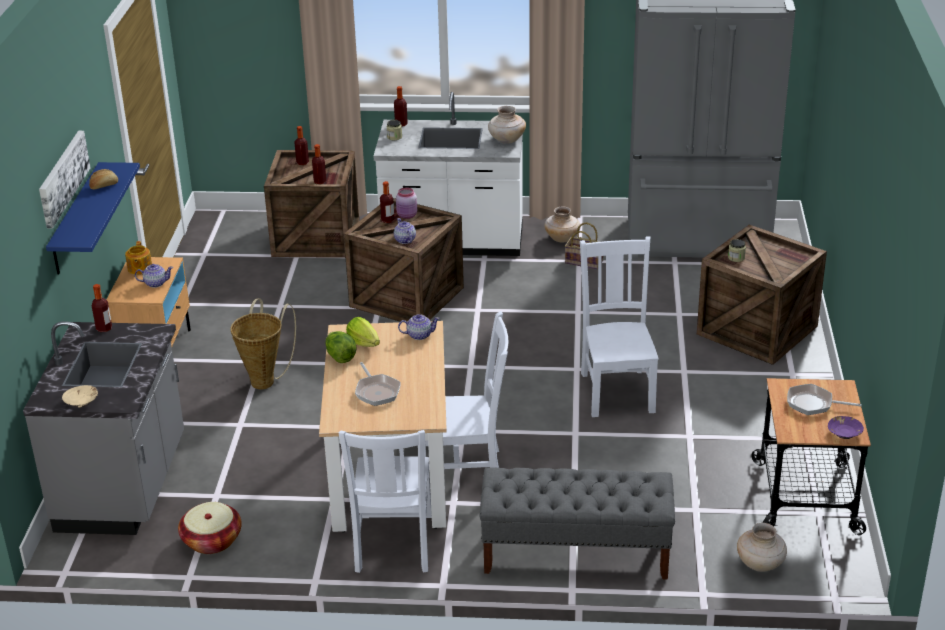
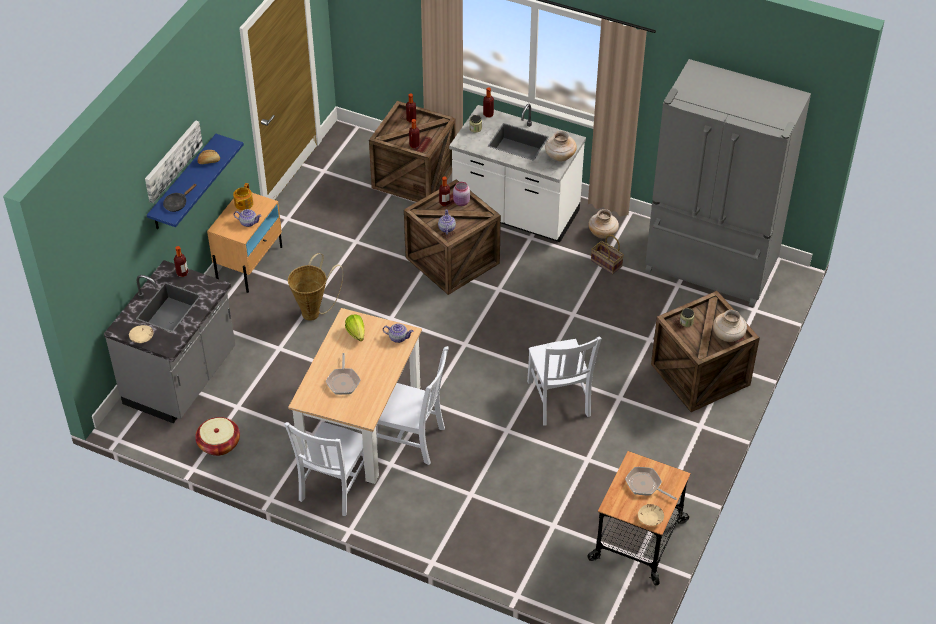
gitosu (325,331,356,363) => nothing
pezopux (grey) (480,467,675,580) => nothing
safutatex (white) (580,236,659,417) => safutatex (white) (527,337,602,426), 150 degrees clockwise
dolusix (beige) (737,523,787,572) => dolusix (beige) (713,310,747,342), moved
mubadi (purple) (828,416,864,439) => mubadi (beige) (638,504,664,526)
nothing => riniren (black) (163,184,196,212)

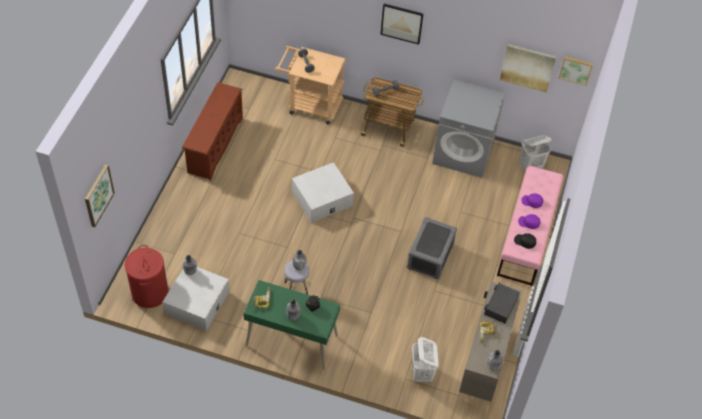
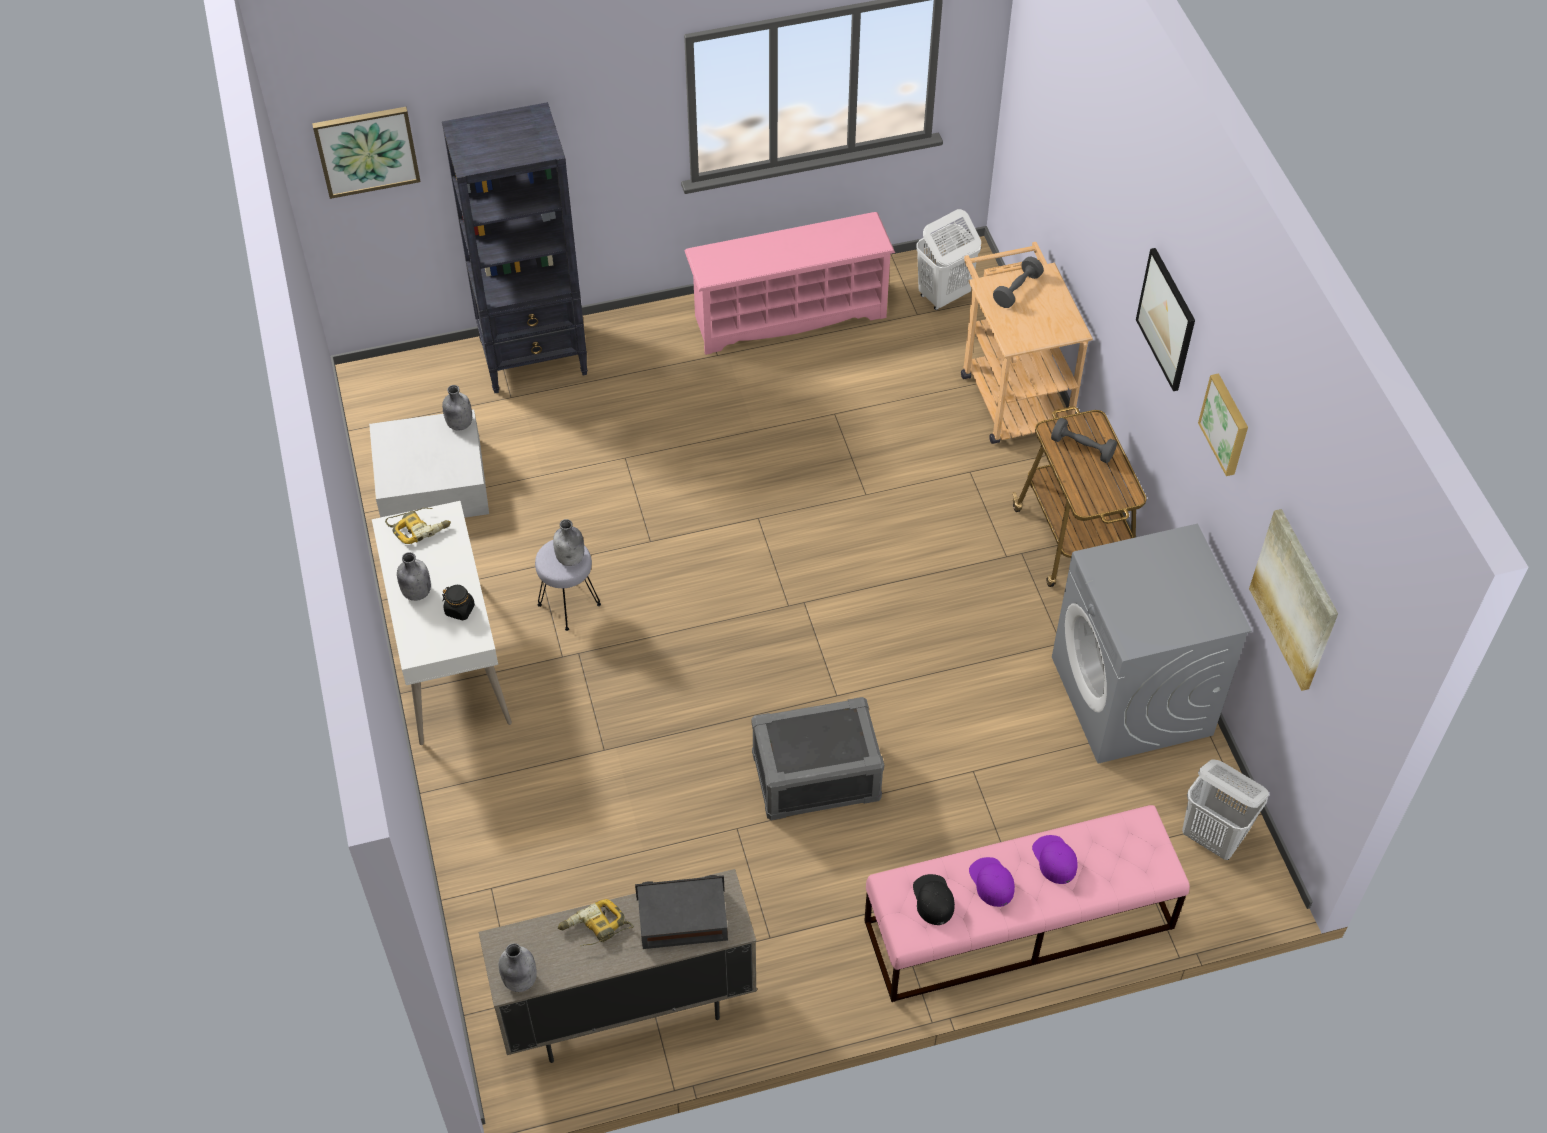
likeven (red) (125,245,168,308) => nothing
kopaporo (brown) (182,82,243,181) => kopaporo (pink) (685,212,895,355)
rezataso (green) (244,280,340,370) => rezataso (white) (372,501,512,745)
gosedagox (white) (292,162,354,223) => nothing
likeven (white) (412,337,439,383) => likeven (white) (916,209,981,310), moved
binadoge (558,56,593,86) => binadoge (1198,373,1248,476), moved
nothing => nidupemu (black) (442,102,588,393)

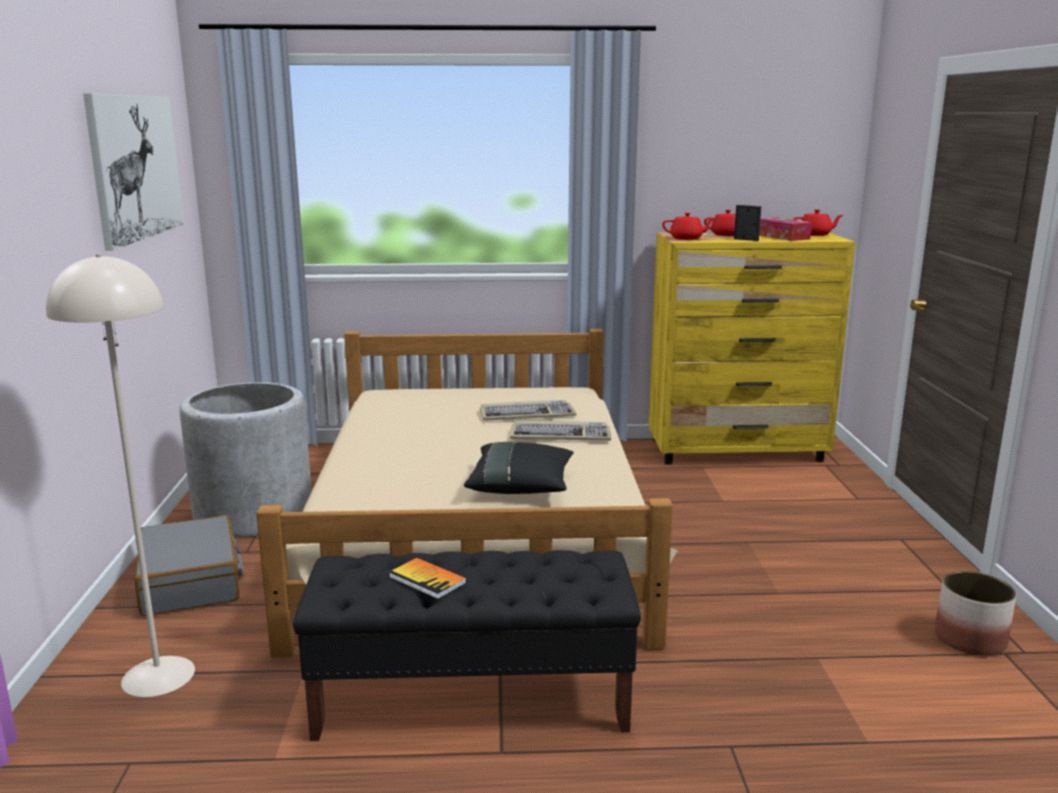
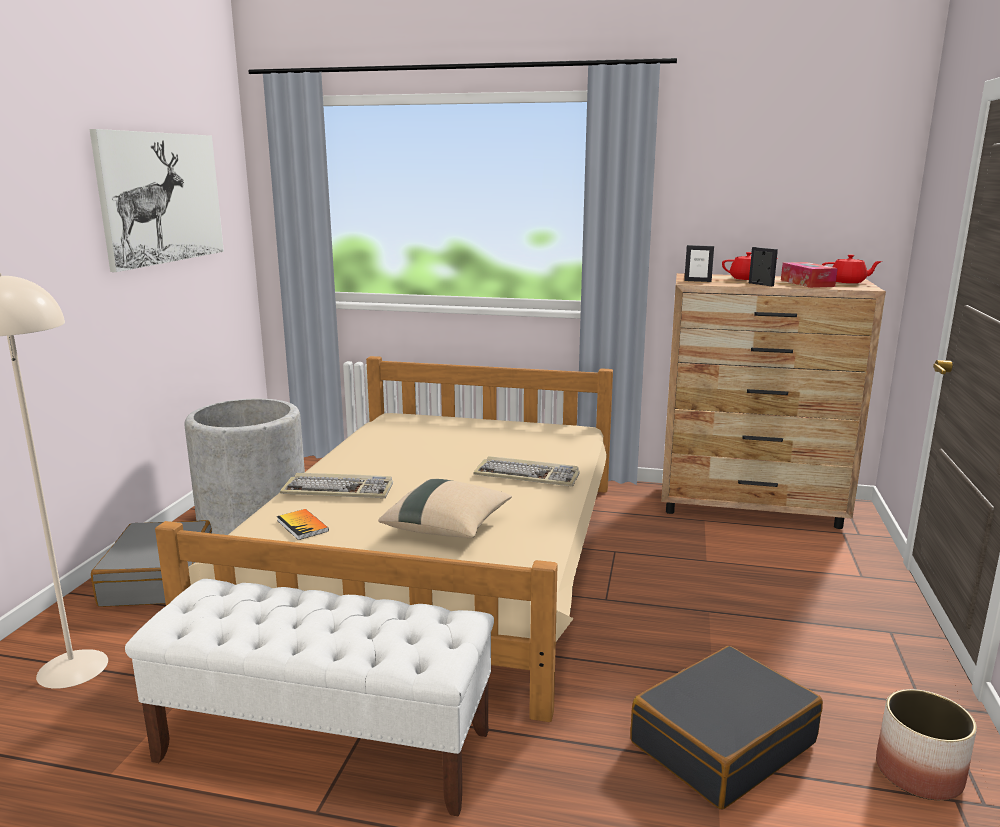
pezopux (black) (293,550,641,741) => pezopux (white) (125,579,494,817)
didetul (389,558,467,599) => didetul (277,509,329,540), moved
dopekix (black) (464,442,573,494) => dopekix (beige) (378,479,512,538)
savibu (480,400,576,420) => savibu (280,473,393,498), moved
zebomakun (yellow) (649,232,855,465) => zebomakun (brown) (661,273,886,529)
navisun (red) (662,213,716,240) => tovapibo (684,245,714,282)
nothing => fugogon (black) (630,646,823,809)

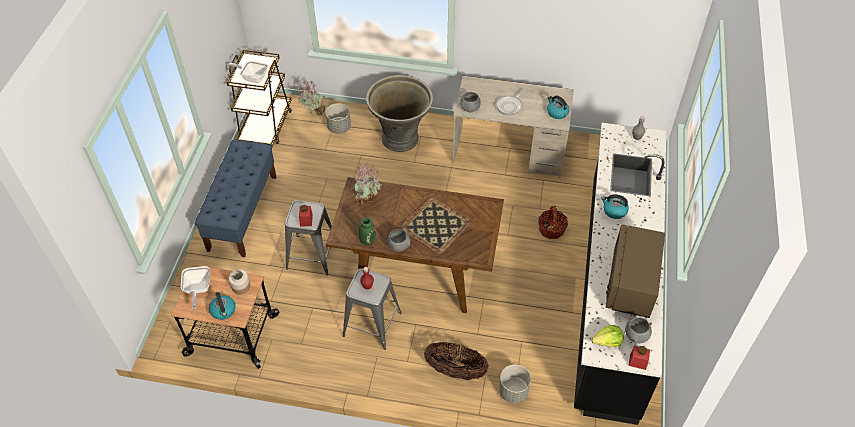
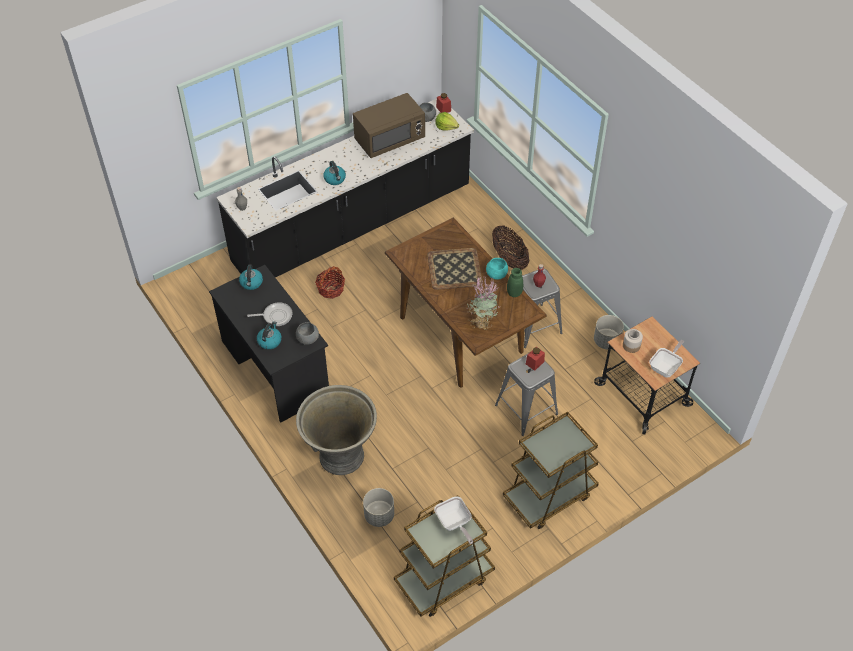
pezopux (blue) (194,140,276,257) => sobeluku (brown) (503,411,599,529)
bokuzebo (209,292,236,320) => bokuzebo (257,321,282,349), moved
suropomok (297,80,326,118) => nothing
mubadi (grey) (387,229,410,252) => mubadi (turquoise) (486,258,508,280)
rezataso (beige) (453,76,574,178) => rezataso (black) (209,265,329,423)
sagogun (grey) (499,365,531,403) => sagogun (grey) (594,315,624,350), moved

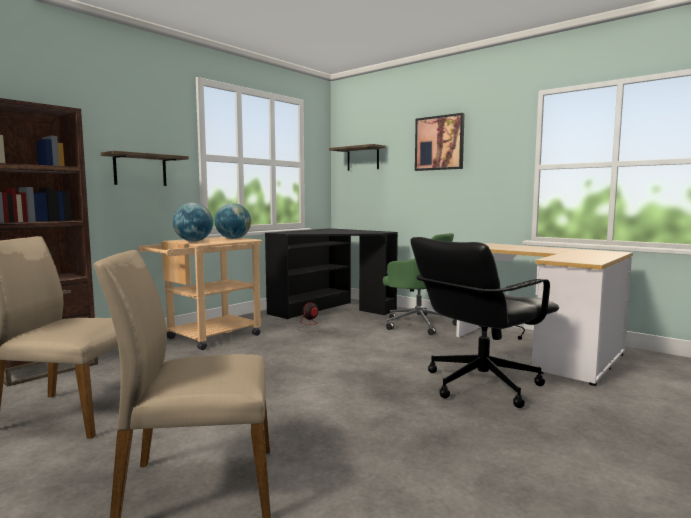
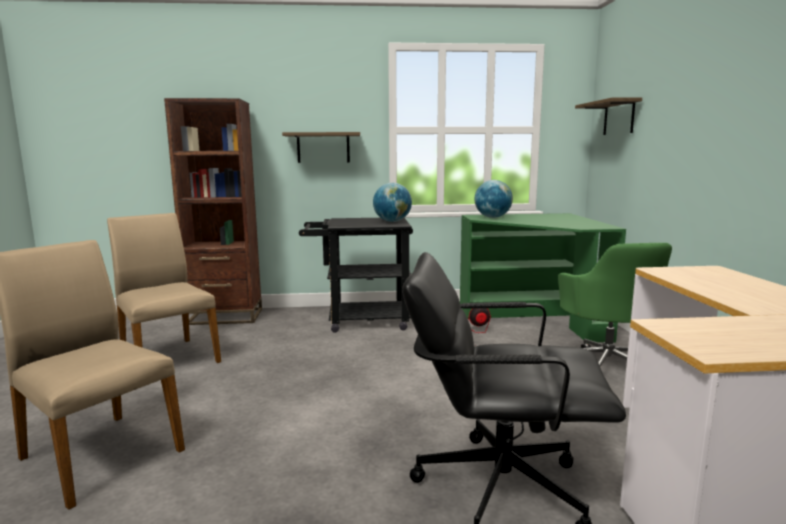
sobeluku (beige) (138,237,262,350) => sobeluku (black) (299,218,413,333)
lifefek (173,203,213,242) => lifefek (474,180,513,218), moved
rezataso (black) (265,228,398,319) => rezataso (green) (460,213,626,343)
binadoge (415,113,465,171) => nothing

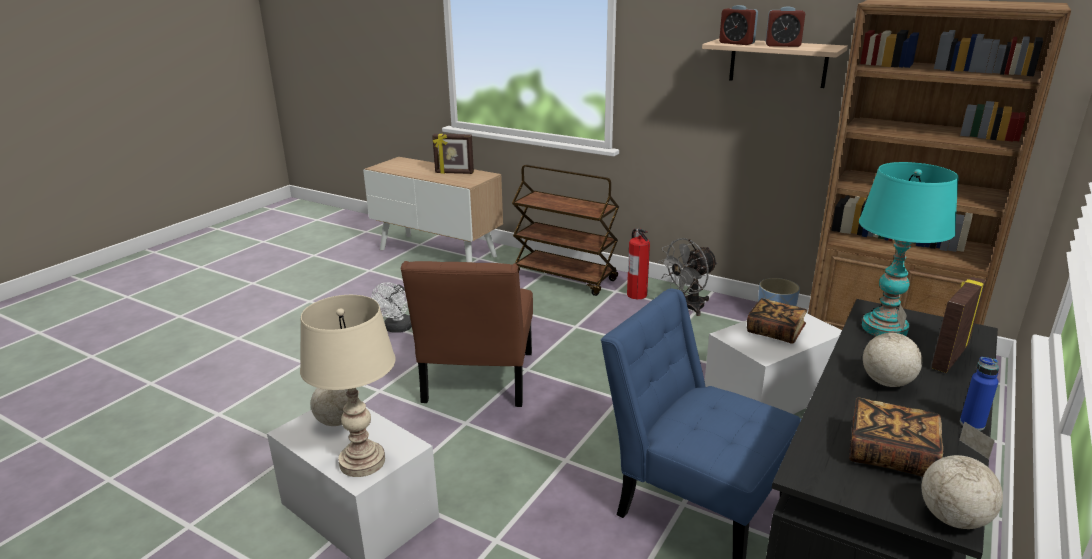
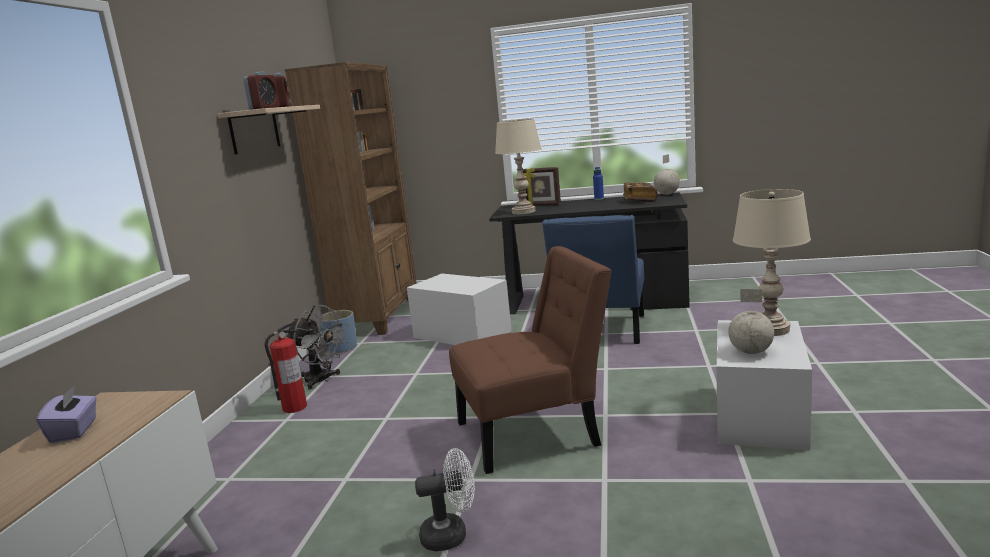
tovapibo (432,134,474,174) => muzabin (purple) (37,385,97,443)
sobeluku (brown) (512,165,619,296) => nothing
didetul (747,298,807,344) => nothing
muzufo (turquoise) (859,162,959,336) => muzufo (beige) (495,119,542,214)
lifefek (863,304,922,387) => nothing

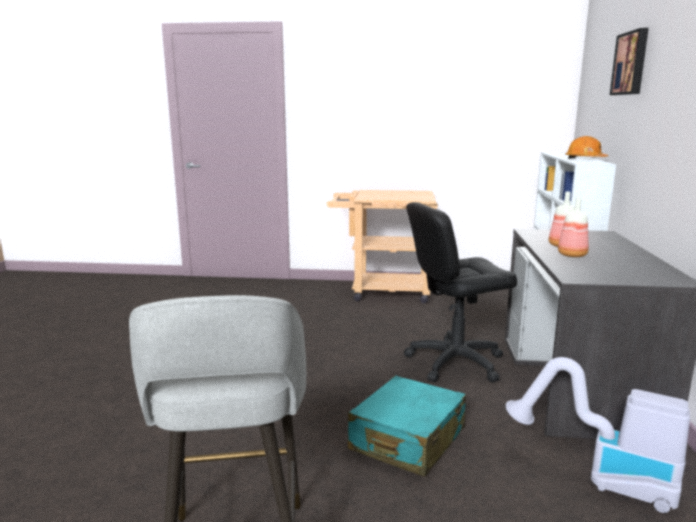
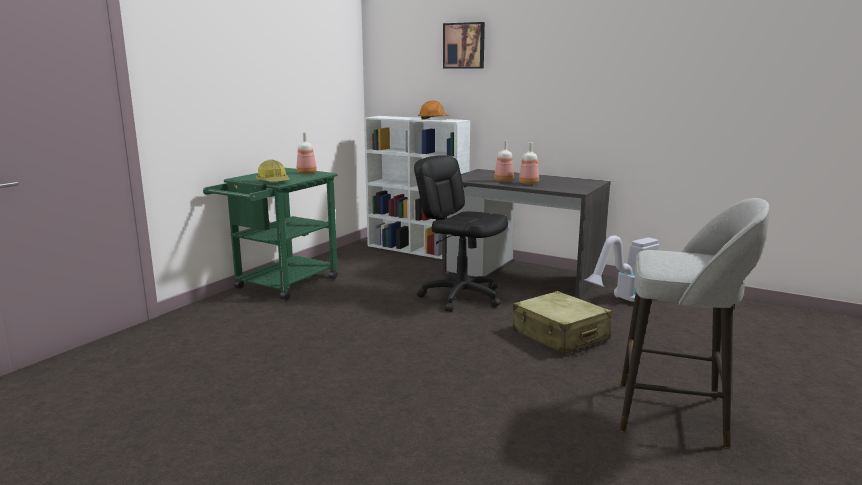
sobeluku (beige) (326,190,438,303) => sobeluku (green) (203,168,338,300)
fugogon (turquoise) (348,376,466,477) => fugogon (beige) (513,291,612,354)
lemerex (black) (404,202,517,383) => lemerex (black) (414,155,508,312), 120 degrees clockwise
nothing => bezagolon (256,159,290,182)
nothing => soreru (297,132,317,174)

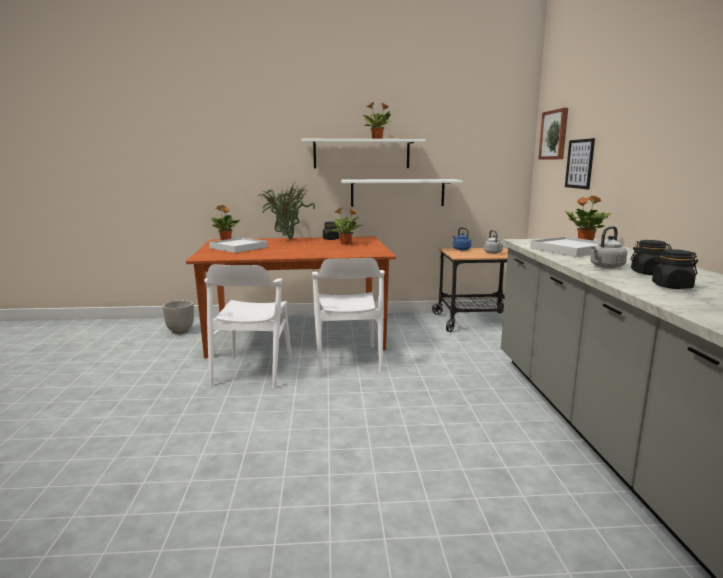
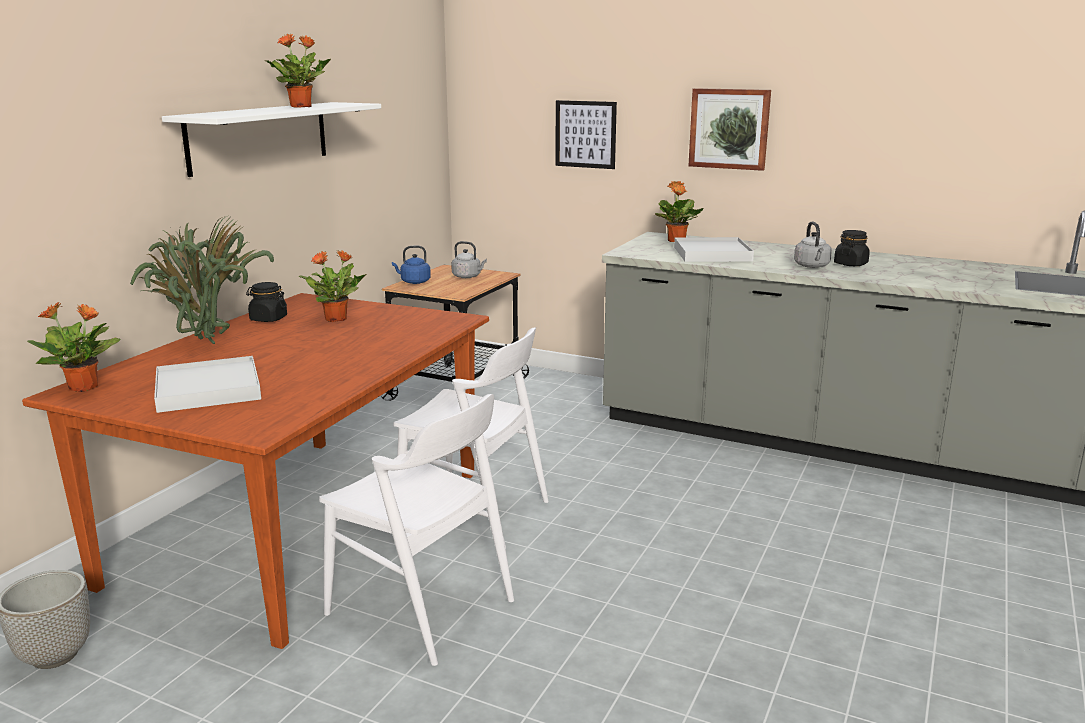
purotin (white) (341,179,463,207) => nothing
binadoge (538,108,568,160) => binadoge (688,88,771,171), moved
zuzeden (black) (652,249,698,289) => nothing

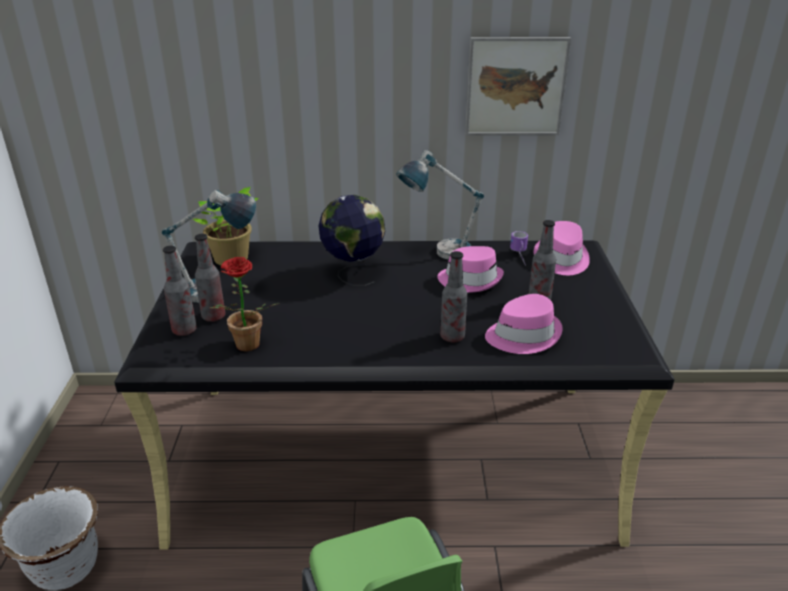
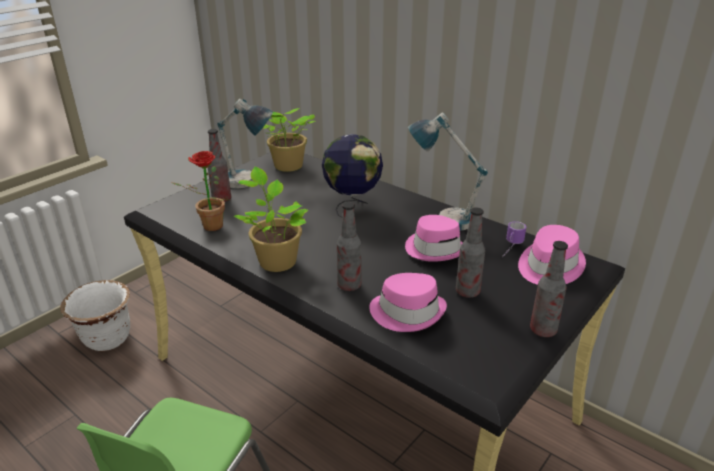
soreru (163,246,197,336) => soreru (530,241,568,337), moved
binadoge (465,37,571,136) => nothing
nothing => suropomok (234,167,308,272)

